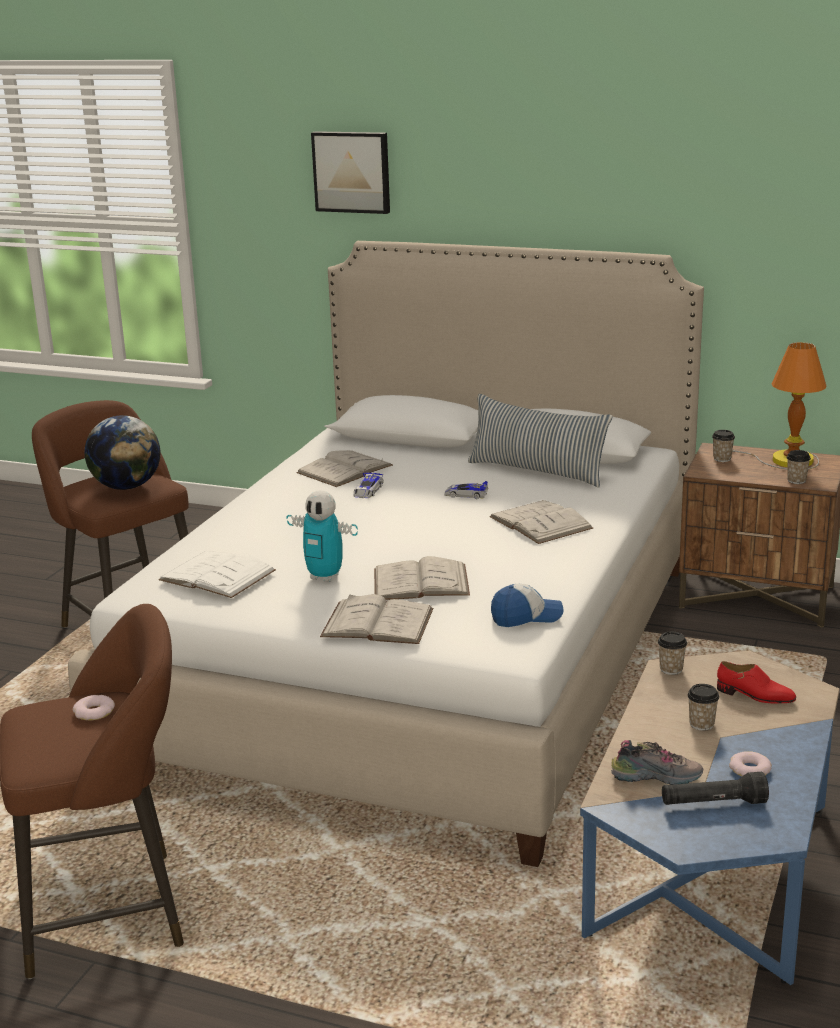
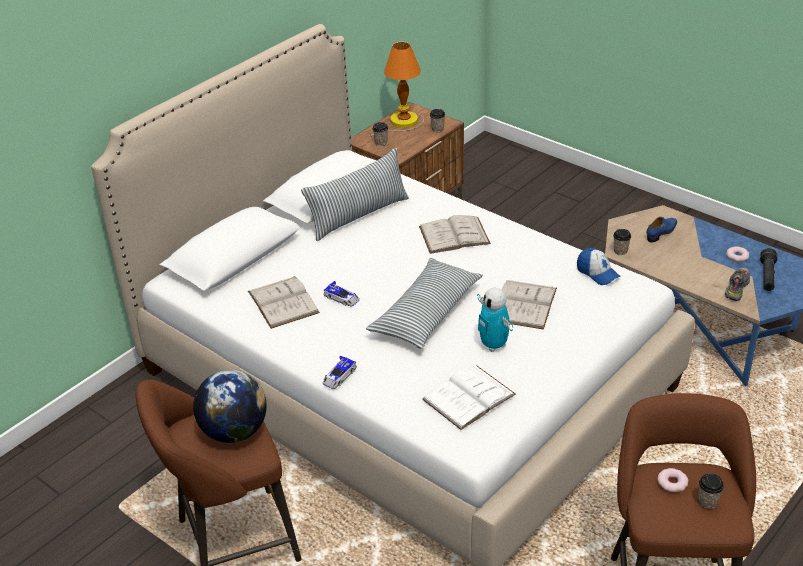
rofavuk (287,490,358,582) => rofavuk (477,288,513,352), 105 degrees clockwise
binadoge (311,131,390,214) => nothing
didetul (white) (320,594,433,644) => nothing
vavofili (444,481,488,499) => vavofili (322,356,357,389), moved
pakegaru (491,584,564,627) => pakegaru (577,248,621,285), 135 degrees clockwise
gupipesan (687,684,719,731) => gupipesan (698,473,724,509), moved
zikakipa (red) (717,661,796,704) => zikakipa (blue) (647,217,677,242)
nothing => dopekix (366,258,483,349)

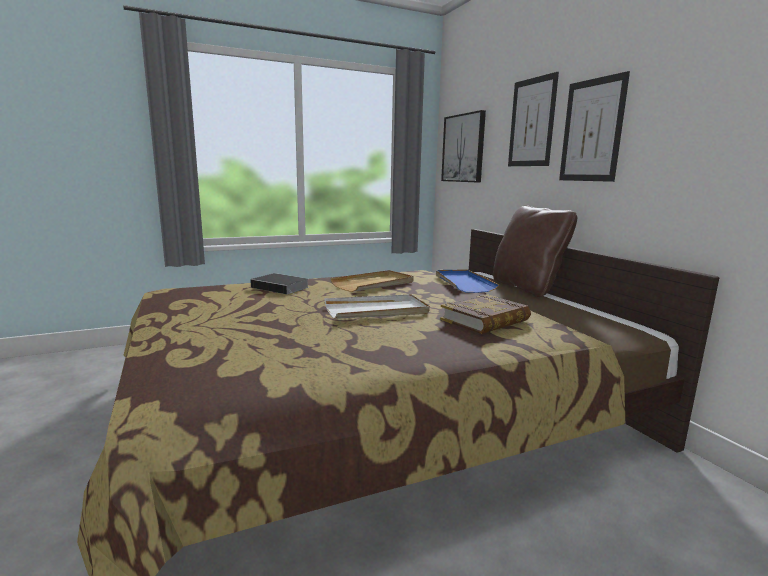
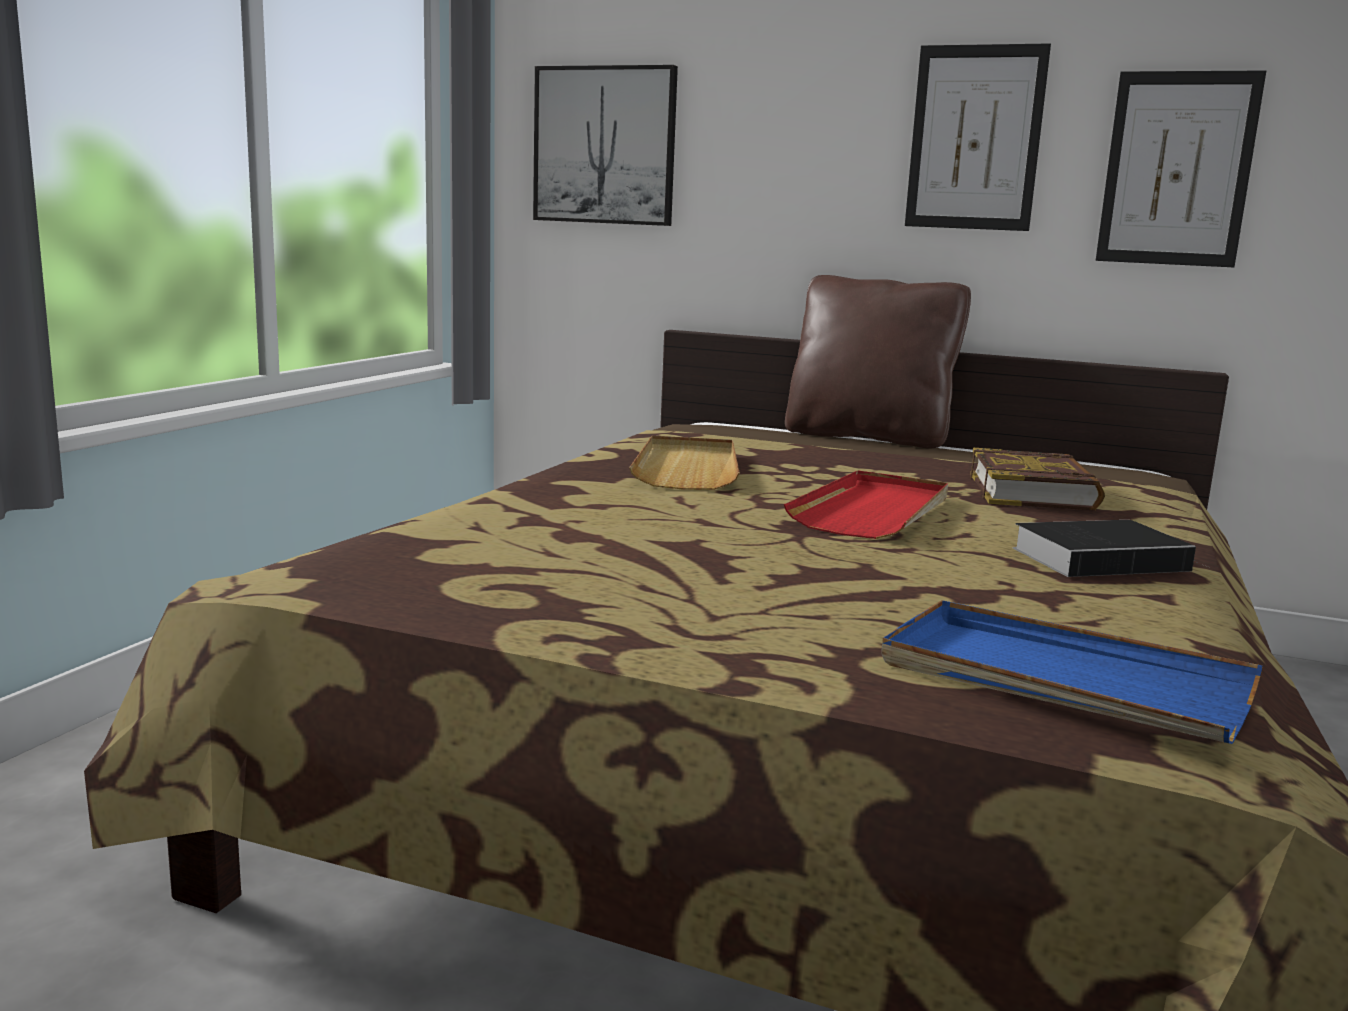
didetul (250,273,309,295) => didetul (1013,520,1196,577), moved
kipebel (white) (324,294,430,319) => kipebel (red) (784,470,948,539)
kipebel (blue) (436,269,499,293) => kipebel (blue) (881,600,1263,744), moved
binadoge (508,72,559,166) => binadoge (1096,70,1266,267), moved

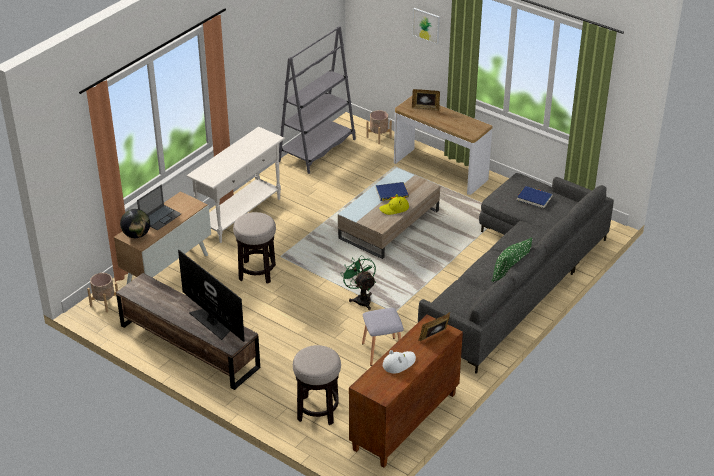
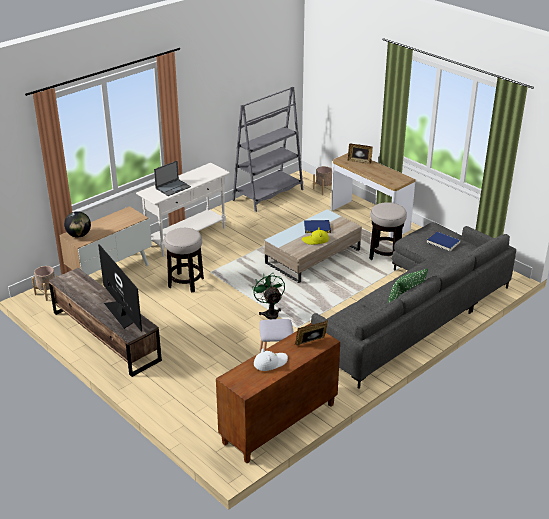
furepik (137,185,181,231) => furepik (154,161,191,196), moved
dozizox (293,345,341,425) => dozizox (369,202,407,264), moved
binadoge (412,8,440,45) => nothing

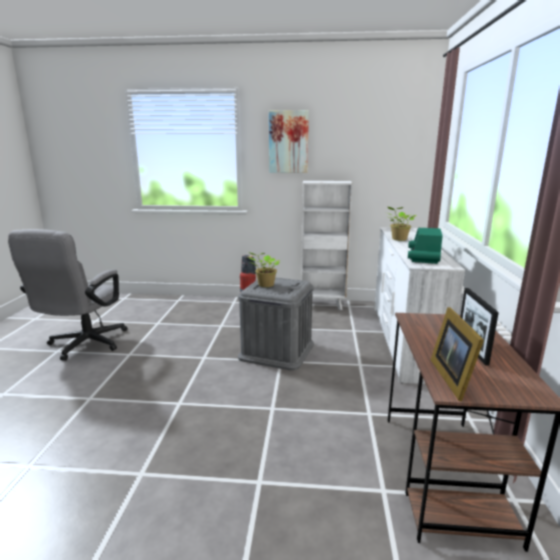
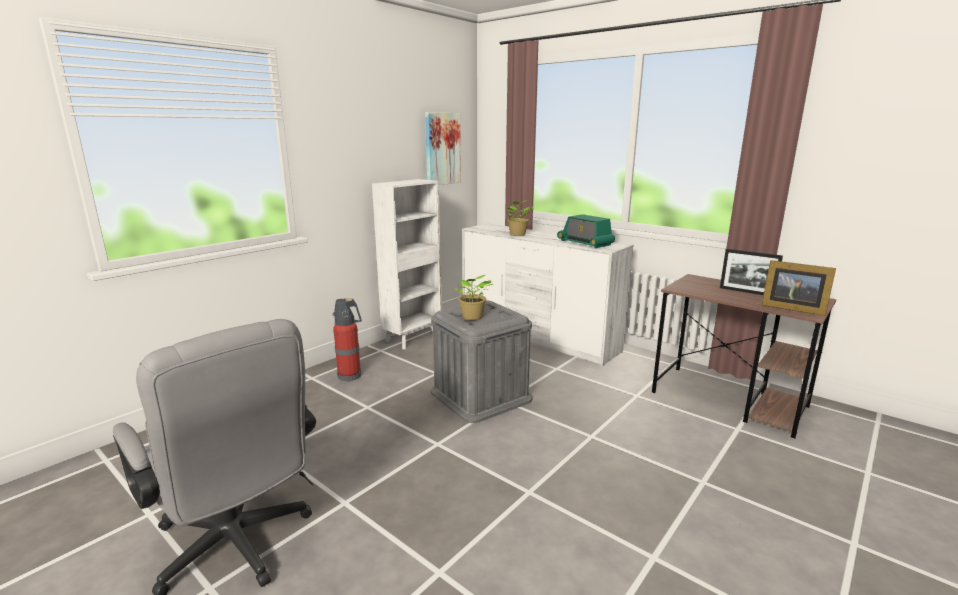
binadoge (269,110,309,173) => binadoge (425,112,461,185), moved

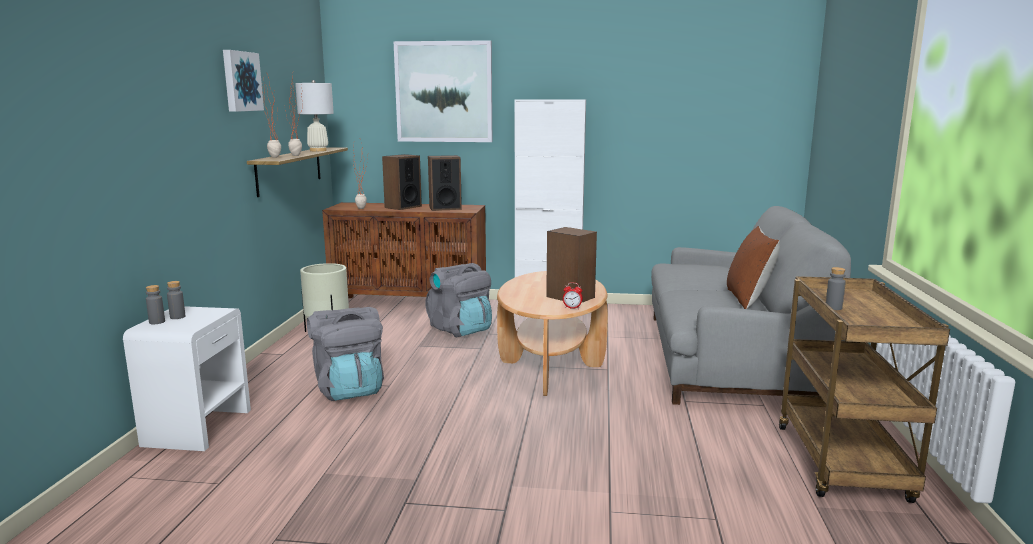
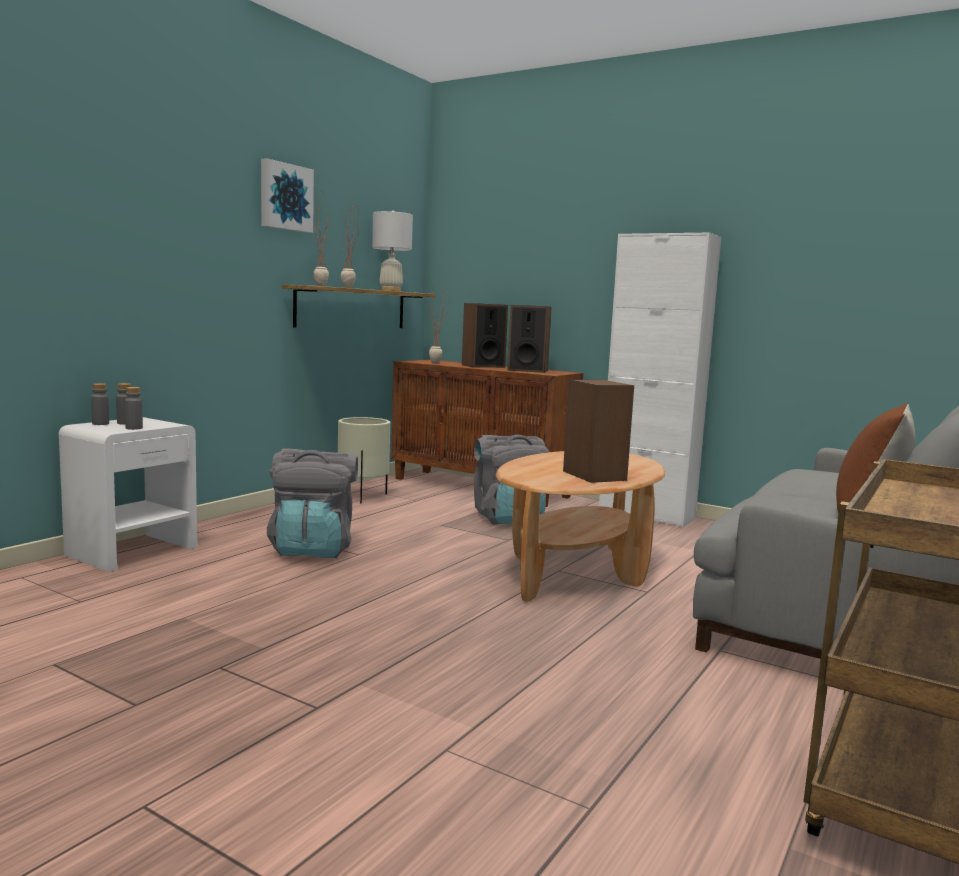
binadoge (393,40,492,142) => nothing
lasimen (563,282,583,309) => nothing
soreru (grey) (826,267,846,310) => soreru (grey) (125,387,143,430), moved

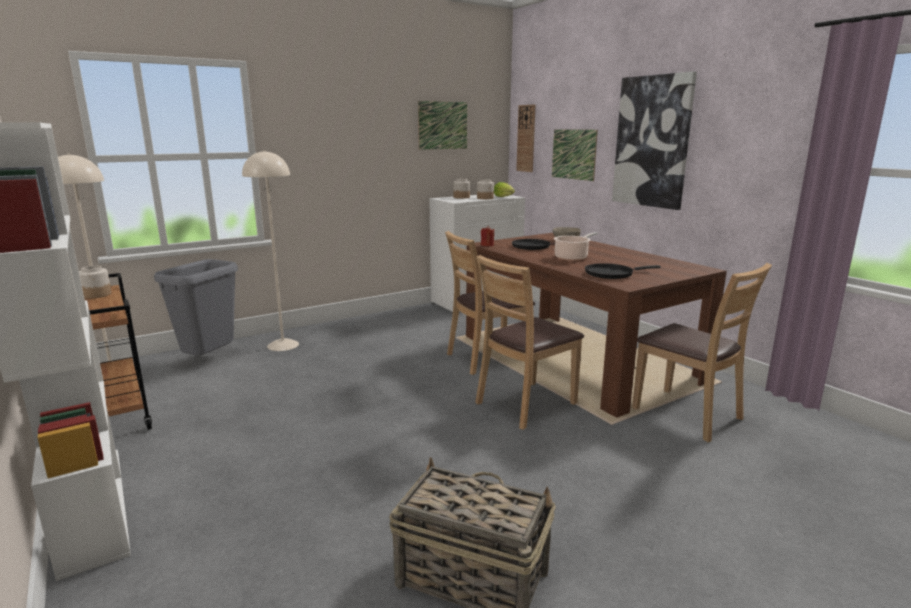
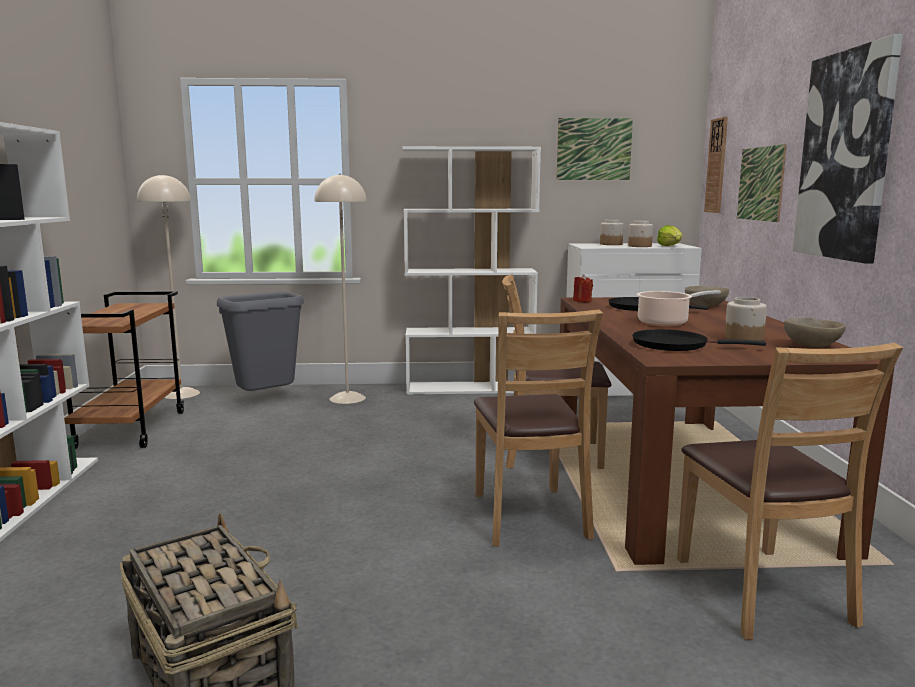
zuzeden (79,266,112,299) => zuzeden (725,297,767,341), moved
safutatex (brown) (475,255,584,430) => safutatex (brown) (474,310,603,547), 90 degrees counterclockwise
nothing => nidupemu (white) (403,146,541,395)
nothing => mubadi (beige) (784,317,846,347)

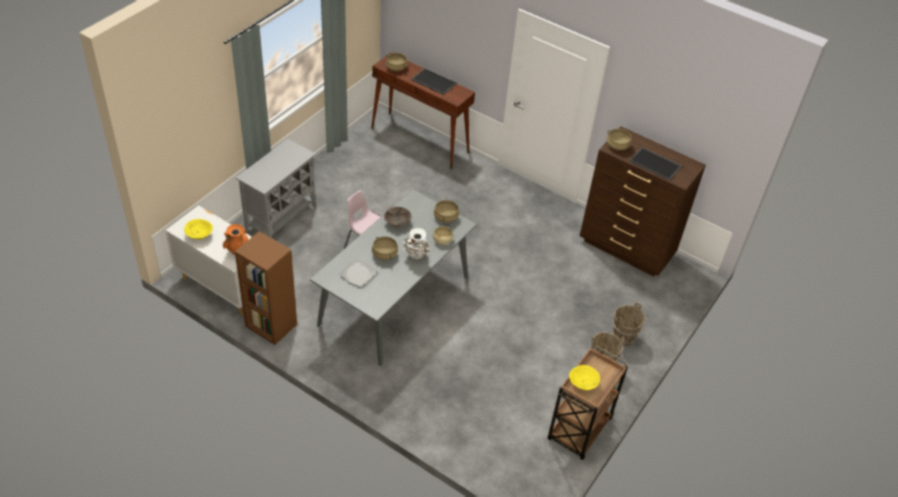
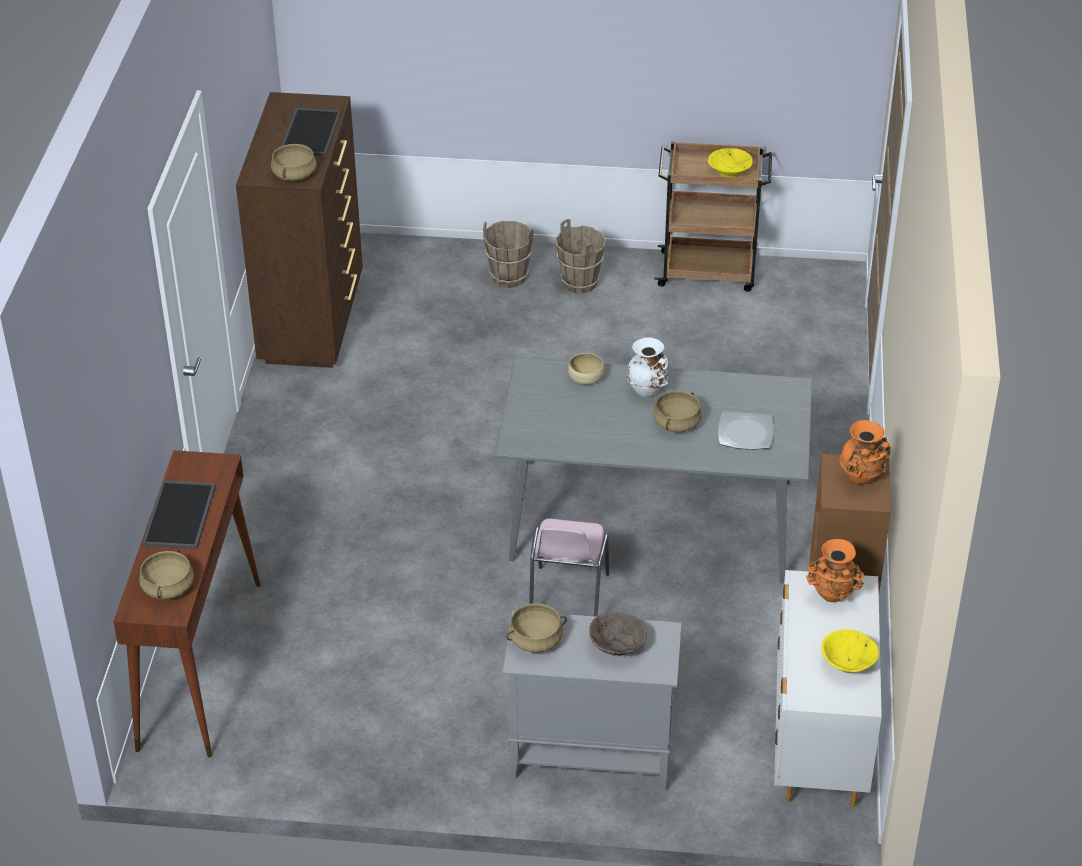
mubadi (brown) (384,207,411,227) => mubadi (brown) (589,612,647,656), moved
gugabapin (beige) (434,200,459,223) => gugabapin (beige) (507,603,567,653), moved
nothing => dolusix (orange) (840,420,891,485)

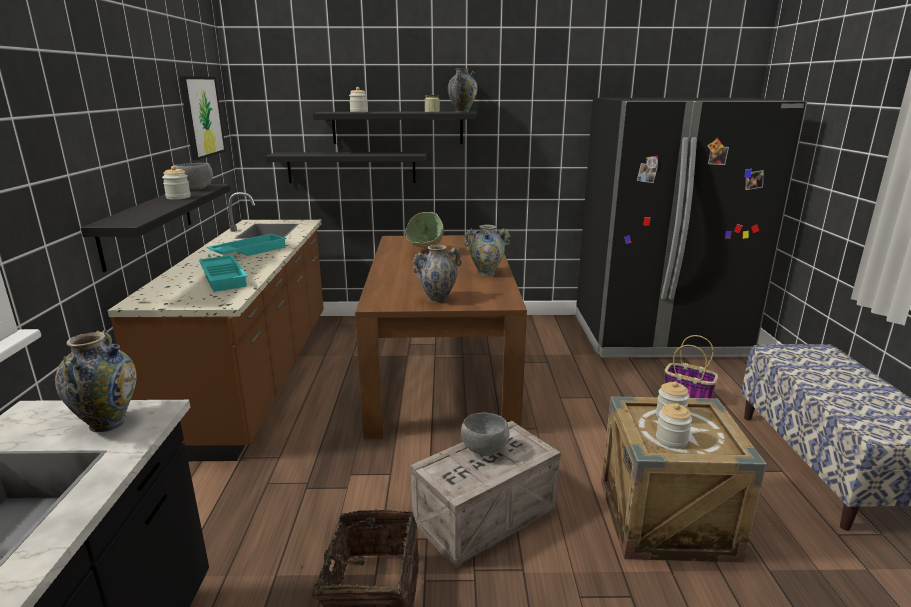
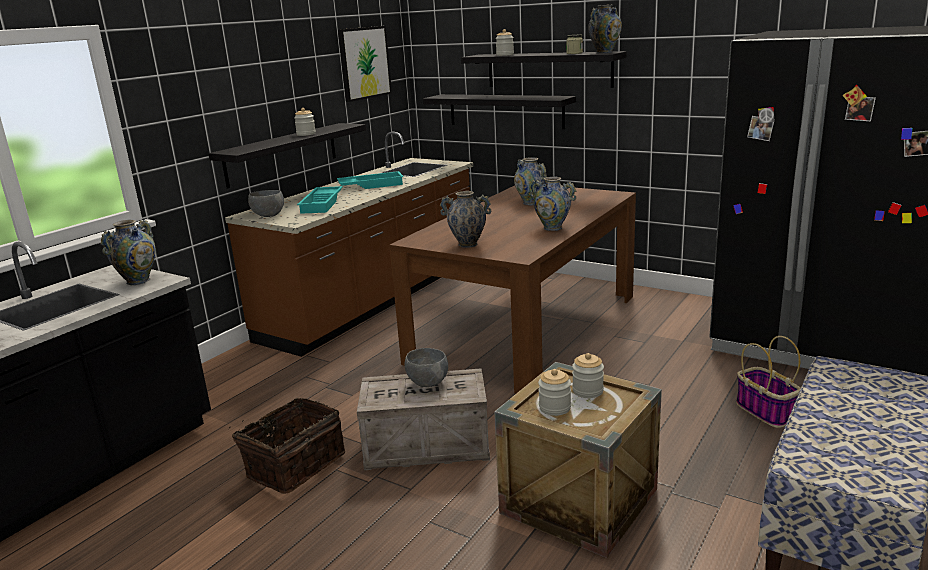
mubadi (grey) (174,163,213,189) => mubadi (grey) (248,190,284,217), moved
mubadi (green) (405,212,444,250) => dolusix (514,157,547,205)

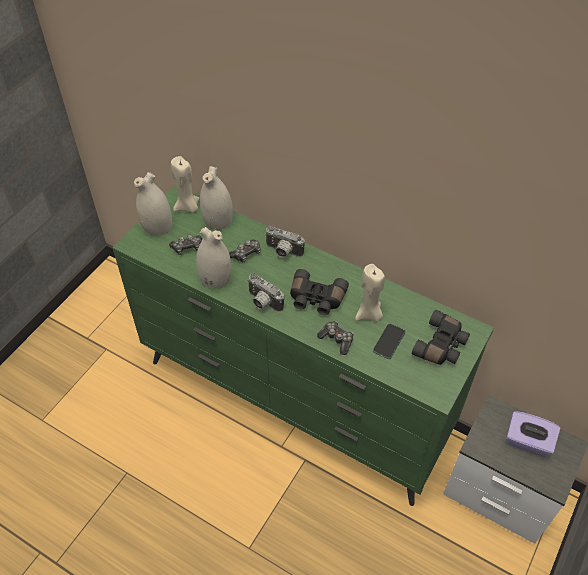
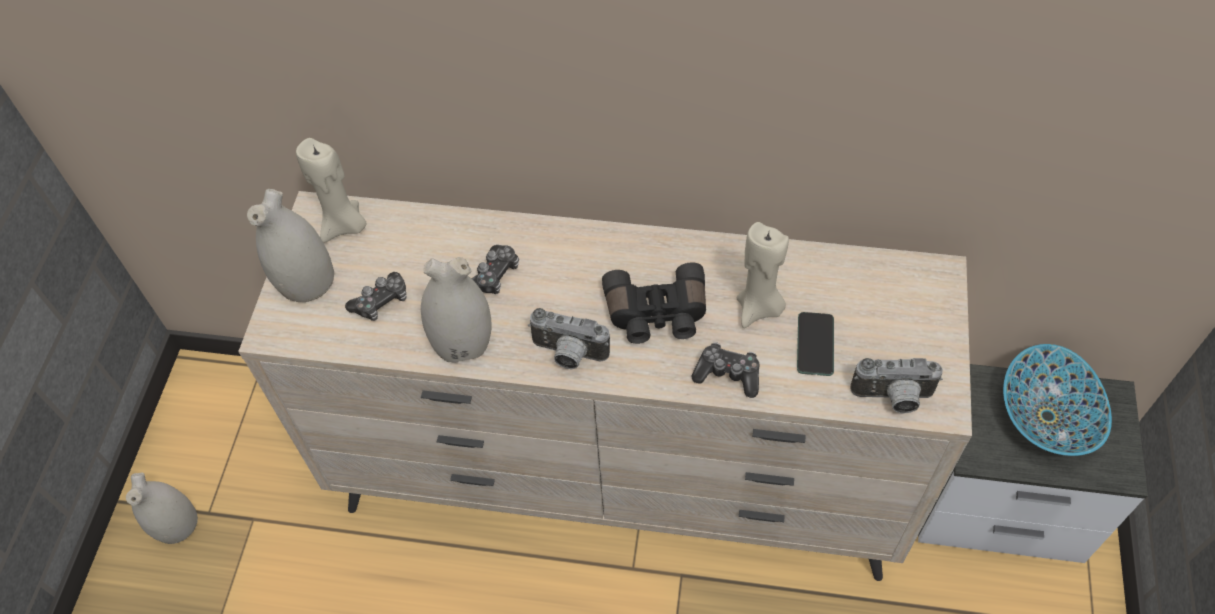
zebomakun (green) (112,185,494,506) => zebomakun (beige) (238,191,972,581)
dolusix (white) (200,166,233,230) => dolusix (white) (126,472,198,544), moved
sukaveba (265,225,305,257) => sukaveba (850,358,943,413), moved
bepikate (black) (412,310,470,365) => nothing
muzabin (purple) (507,411,560,457) => mubadi (1003,344,1112,456)

